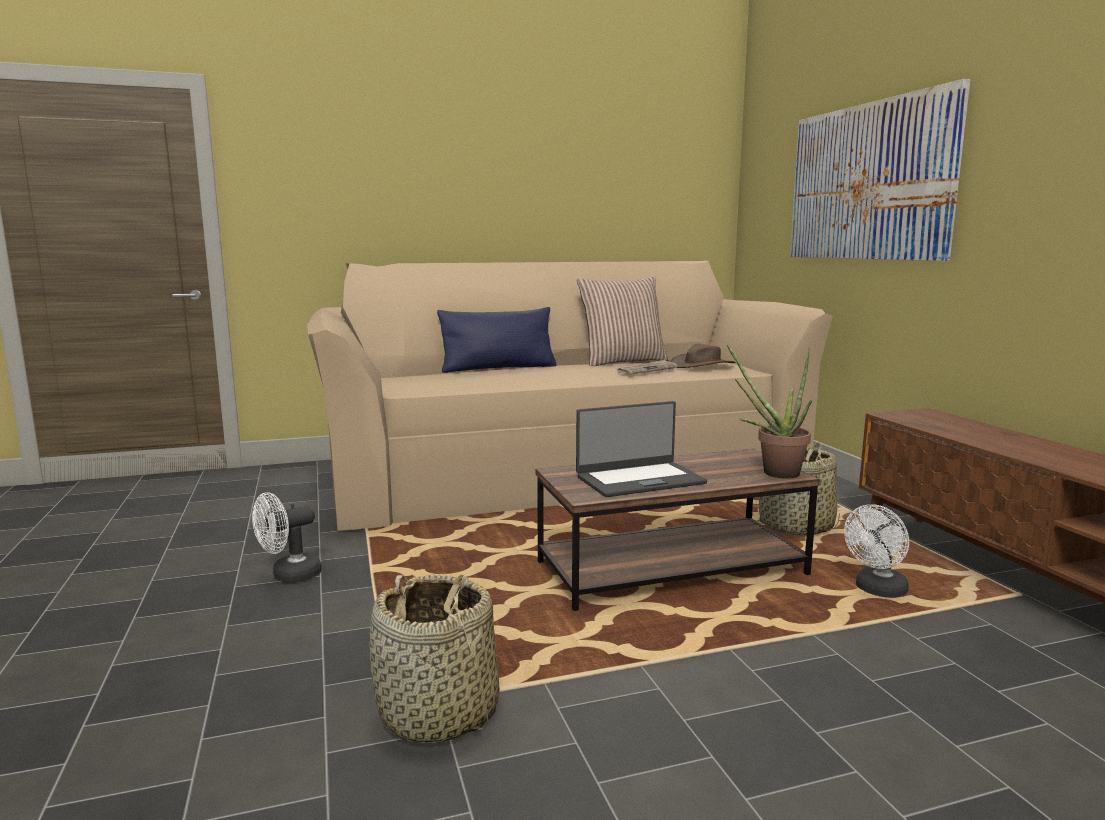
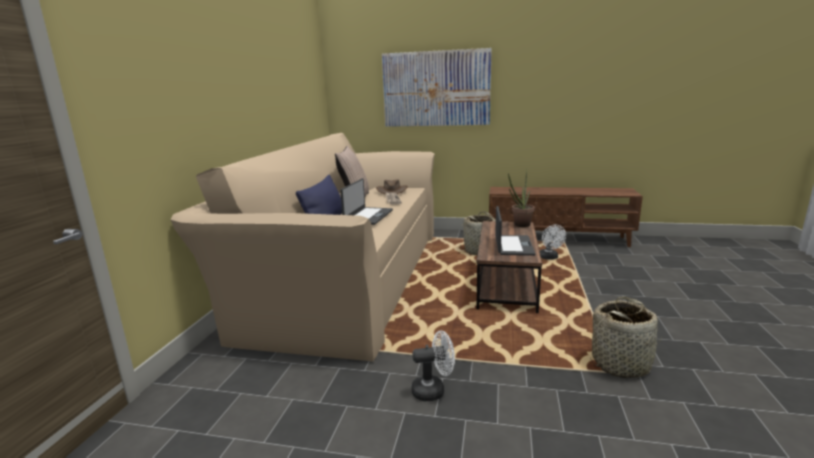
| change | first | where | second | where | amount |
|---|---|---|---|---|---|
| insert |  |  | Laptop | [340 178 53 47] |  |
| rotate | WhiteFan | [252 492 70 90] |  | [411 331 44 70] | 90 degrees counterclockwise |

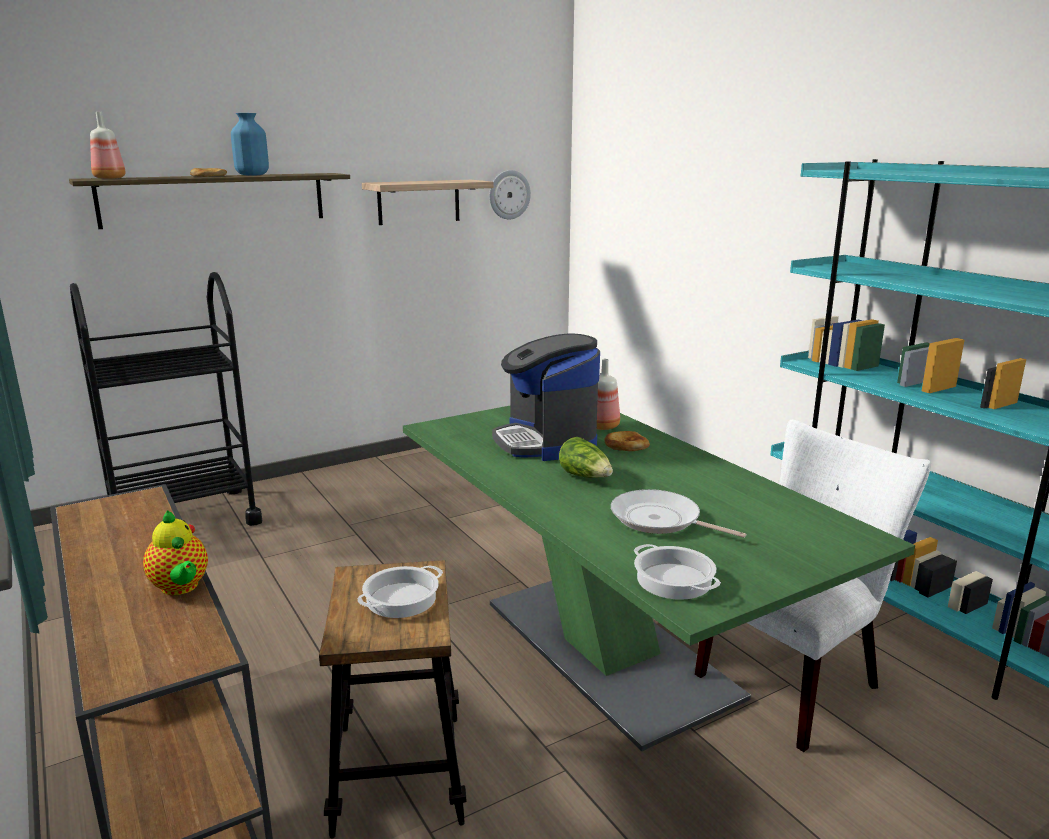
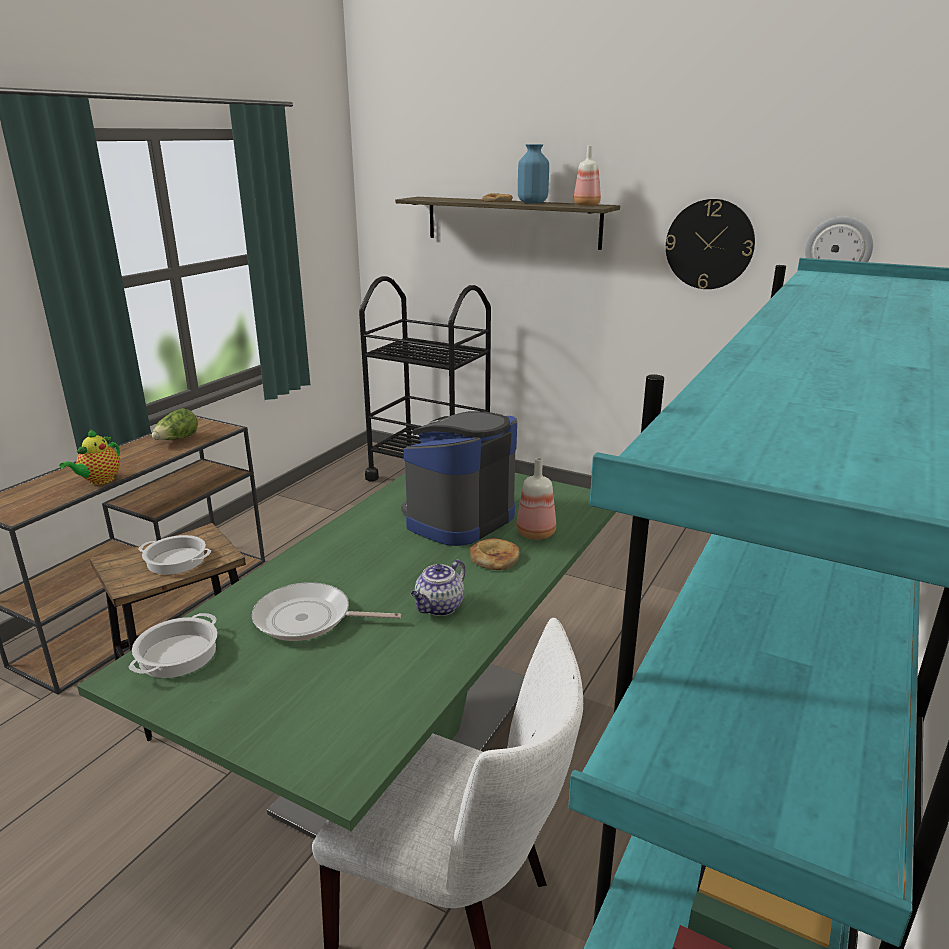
| change | first | where | second | where | amount |
|---|---|---|---|---|---|
| move | Lettuce | [559 437 54 41] |  | [152 408 46 32] |  |
| rotate | FryingPan | [611 489 135 49] |  | [252 582 149 59] | 90 degrees counterclockwise |
| insert |  |  | Teapot | [411 559 54 57] |  |
| move | Bottle | [90 112 36 67] |  | [574 146 27 60] |  |
| replace | Shelf | [362 180 131 45] | WallClock | [666 199 89 90] |  |

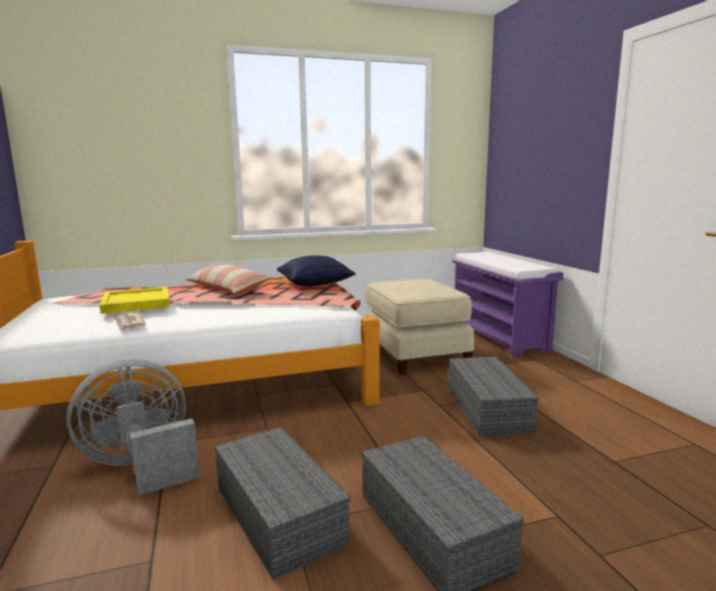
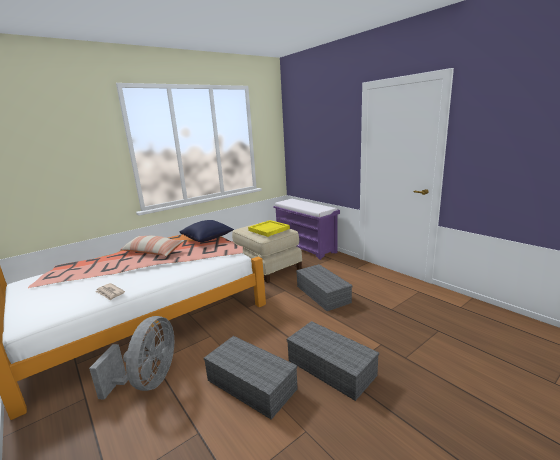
| change | first | where | second | where | amount |
|---|---|---|---|---|---|
| rotate | GreyFan | [66 359 134 137] |  | [89 316 85 84] | 150 degrees clockwise |
| move | YellowTray | [100 287 70 27] |  | [248 220 42 17] |  |

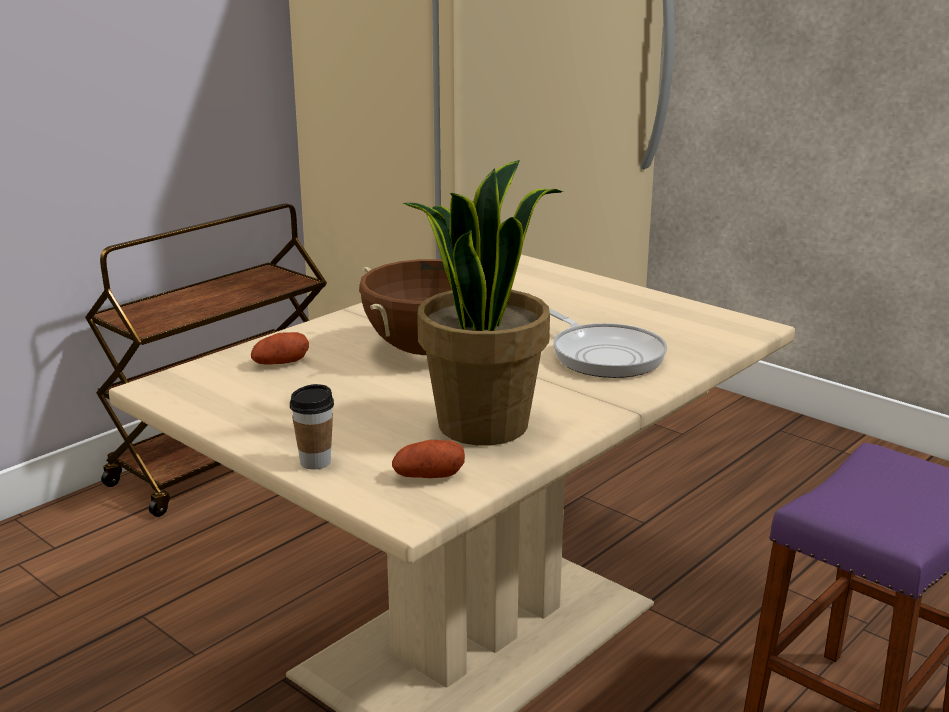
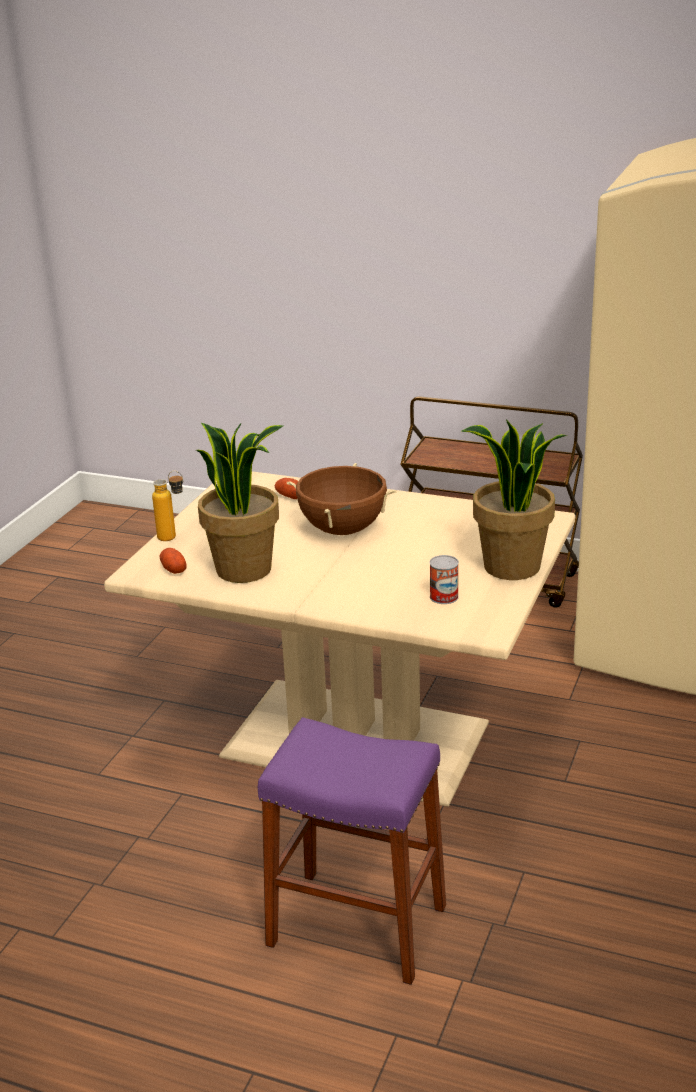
| change | first | where | second | where | amount |
|---|---|---|---|---|---|
| replace | Cup | [290 384 44 85] | Bottle | [152 471 31 70] |  |
| insert |  |  | Can | [429 555 30 49] |  |
| insert |  |  | PottedPlant | [462 419 105 161] |  |
| delete | FryingPan | [549 308 118 70] |  |  |  |

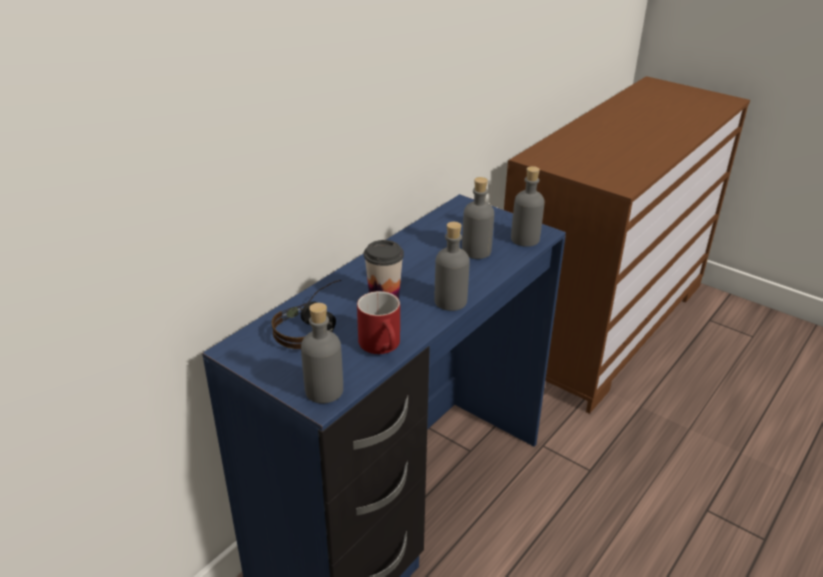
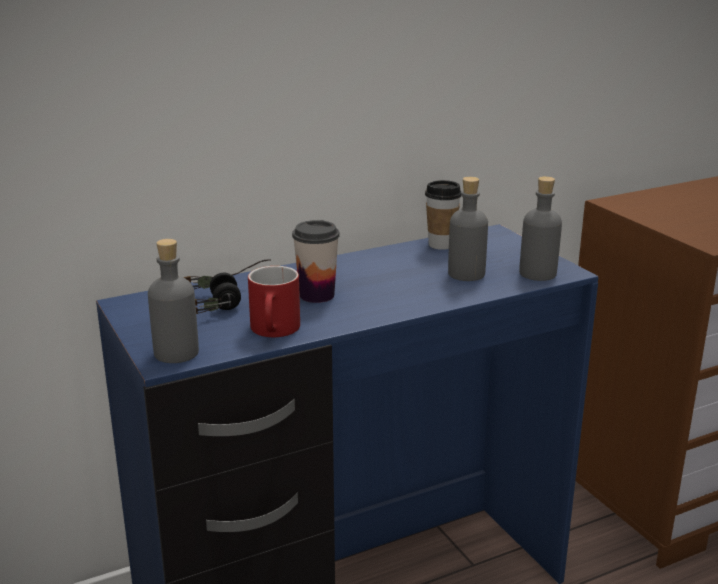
| change | first | where | second | where | amount |
|---|---|---|---|---|---|
| insert |  |  | Cup | [425 180 36 70] |  |
| delete | GreyBottle | [435 222 35 89] |  |  |  |

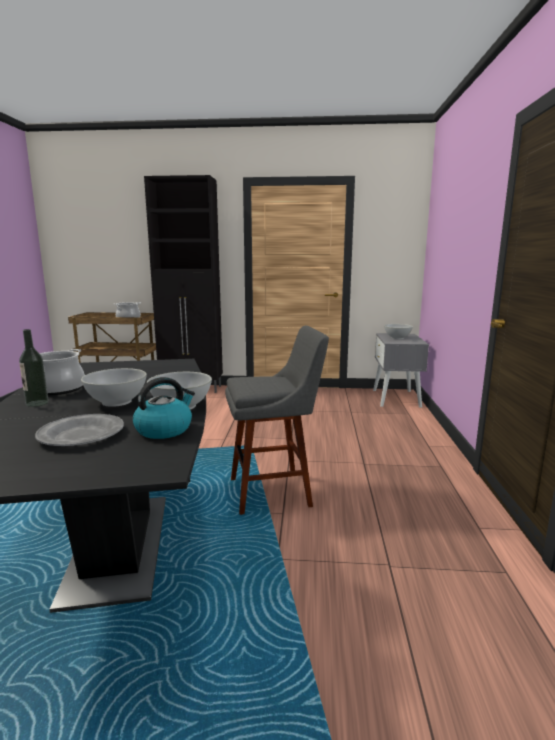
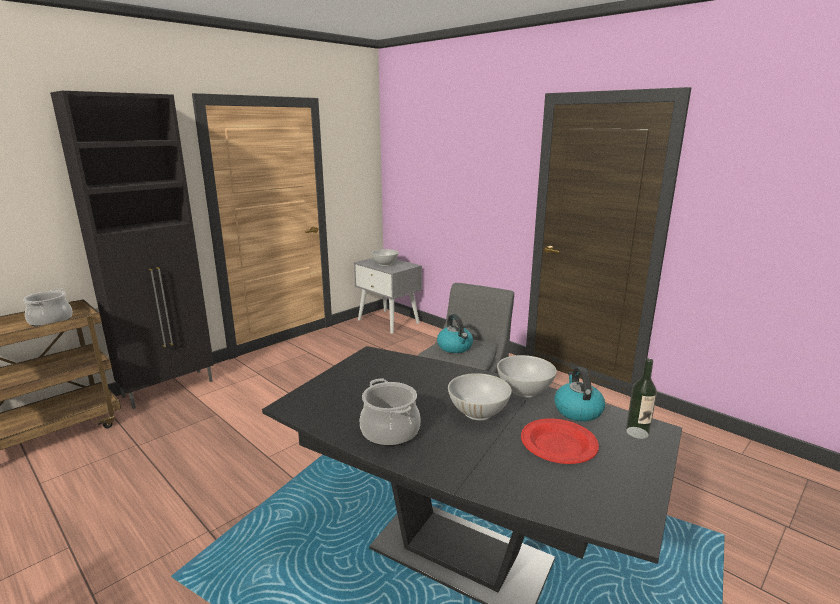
| change | first | where | second | where | amount |
|---|---|---|---|---|---|
| insert |  |  | Kettle | [437 314 36 39] |  |
| recolor | GreyPlate | [35 414 89 32] | RedPlate | [521 418 78 46] |  |
| move | Bottle | [19 329 30 78] |  | [626 358 31 81] |  |

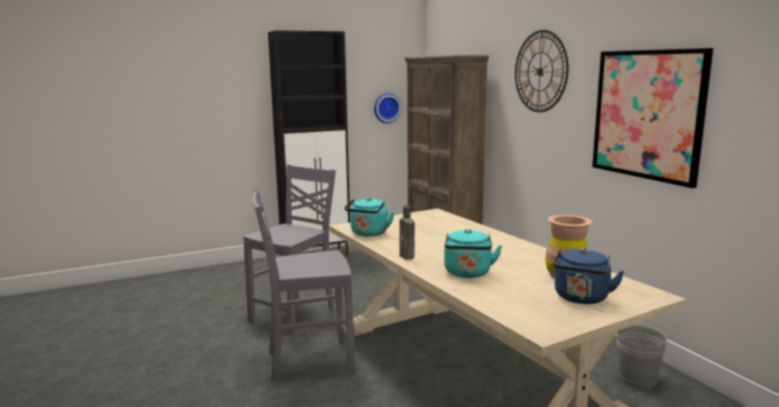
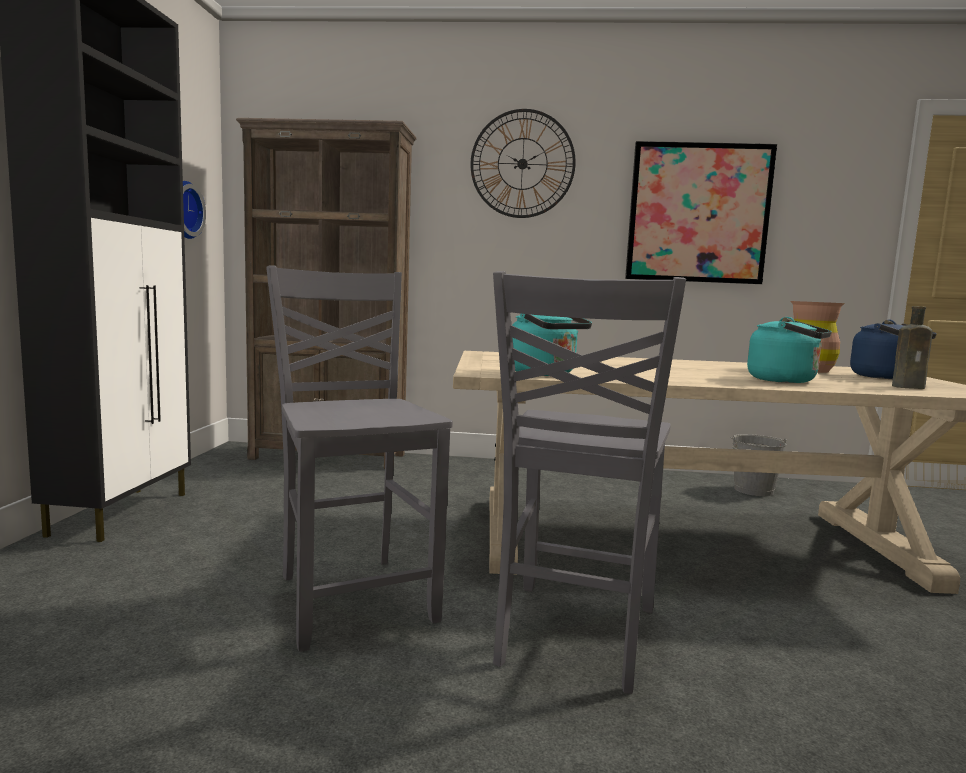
| change | first | where | second | where | amount |
|---|---|---|---|---|---|
| move | BrownBottle | [400 205 15 55] |  | [892 306 41 83] |  |

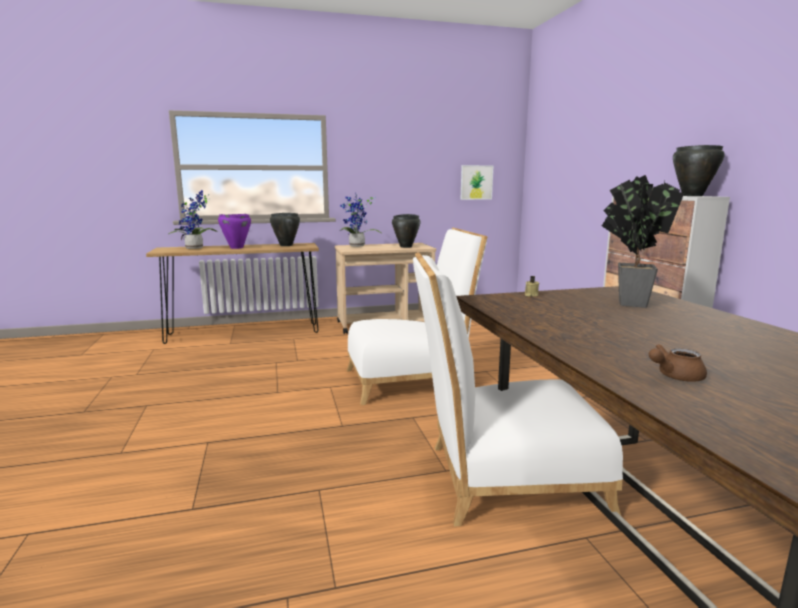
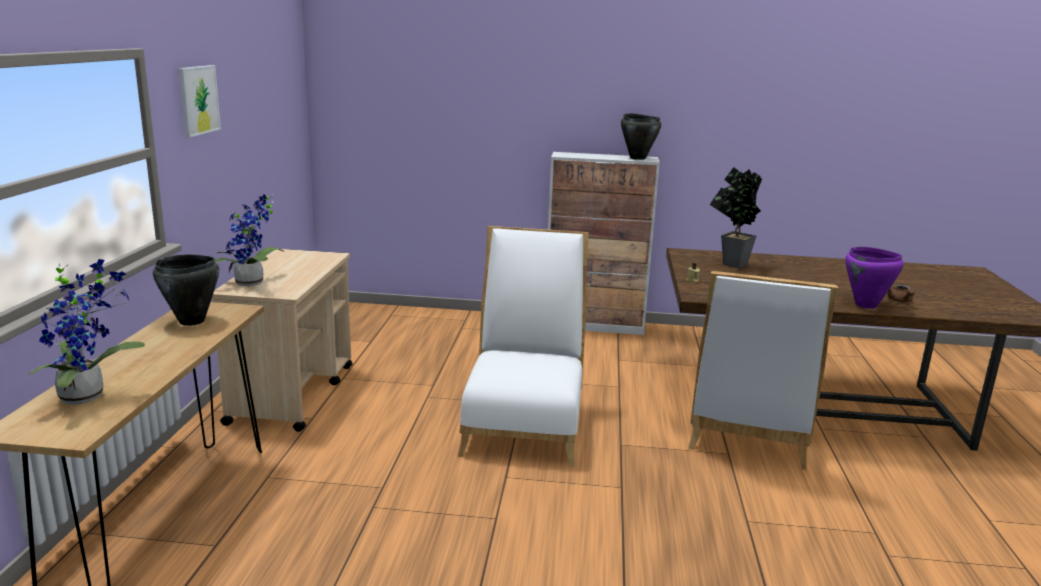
| change | first | where | second | where | amount |
|---|---|---|---|---|---|
| move | Picture | [461 165 33 35] |  | [179 65 42 73] |  |
| move | PurpleCookingPot | [218 214 33 35] |  | [845 247 59 62] |  |
| delete | BlackCookingPot | [392 214 29 34] |  |  |  |

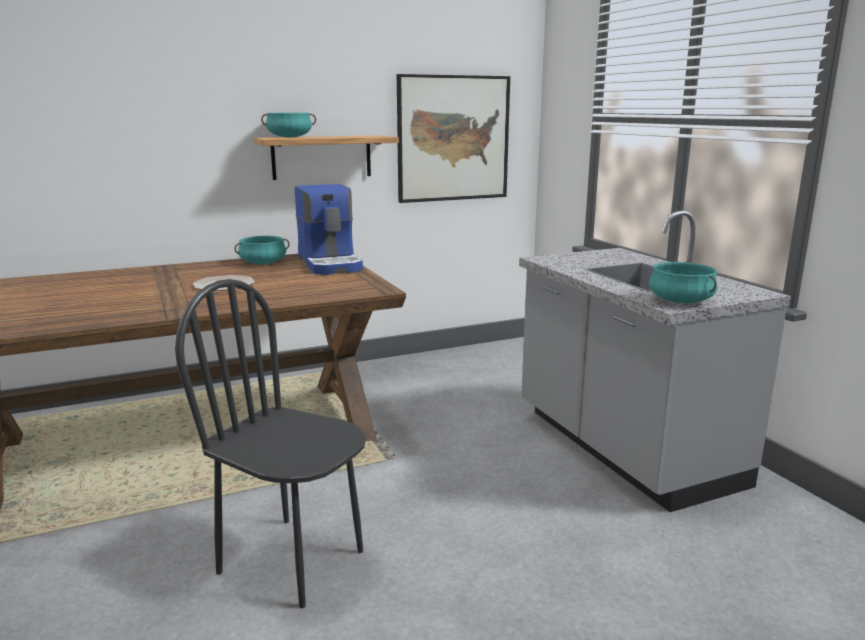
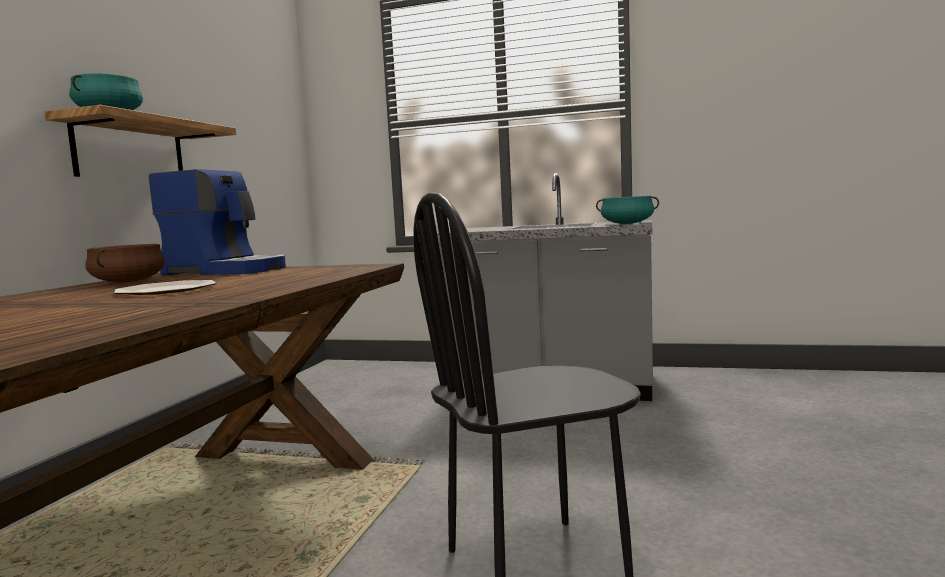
| change | first | where | second | where | amount |
|---|---|---|---|---|---|
| recolor | TurquoiseCookingPot | [235 236 55 28] | BrownCookingPot | [85 244 80 39] |  |
| delete | Picture | [397 74 113 129] |  |  |  |

